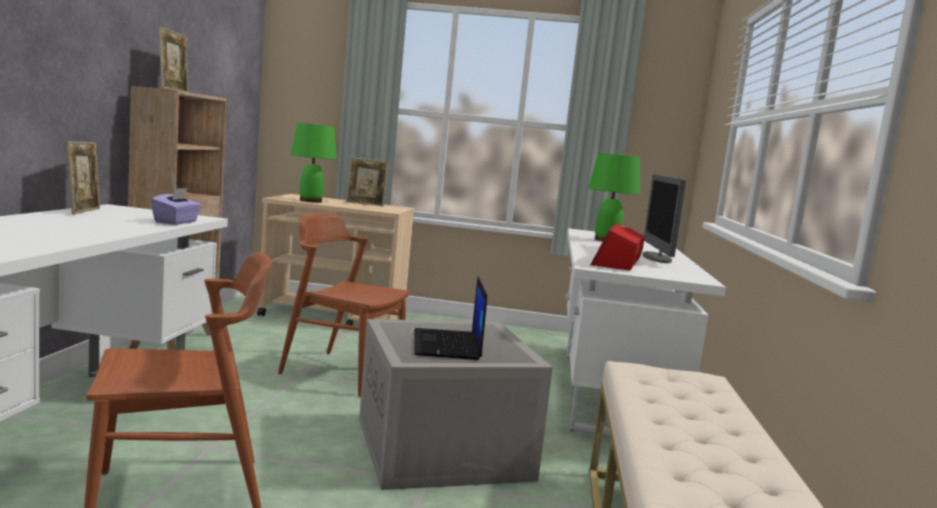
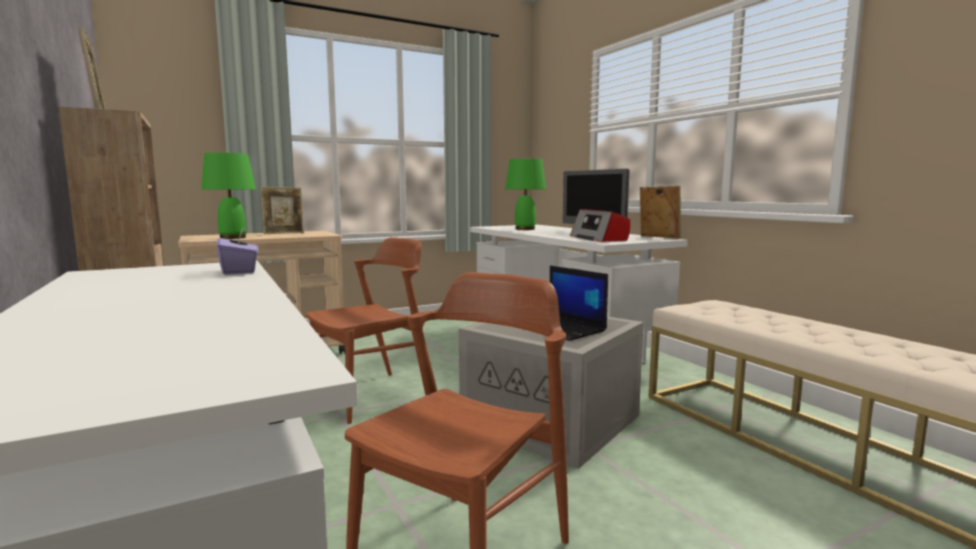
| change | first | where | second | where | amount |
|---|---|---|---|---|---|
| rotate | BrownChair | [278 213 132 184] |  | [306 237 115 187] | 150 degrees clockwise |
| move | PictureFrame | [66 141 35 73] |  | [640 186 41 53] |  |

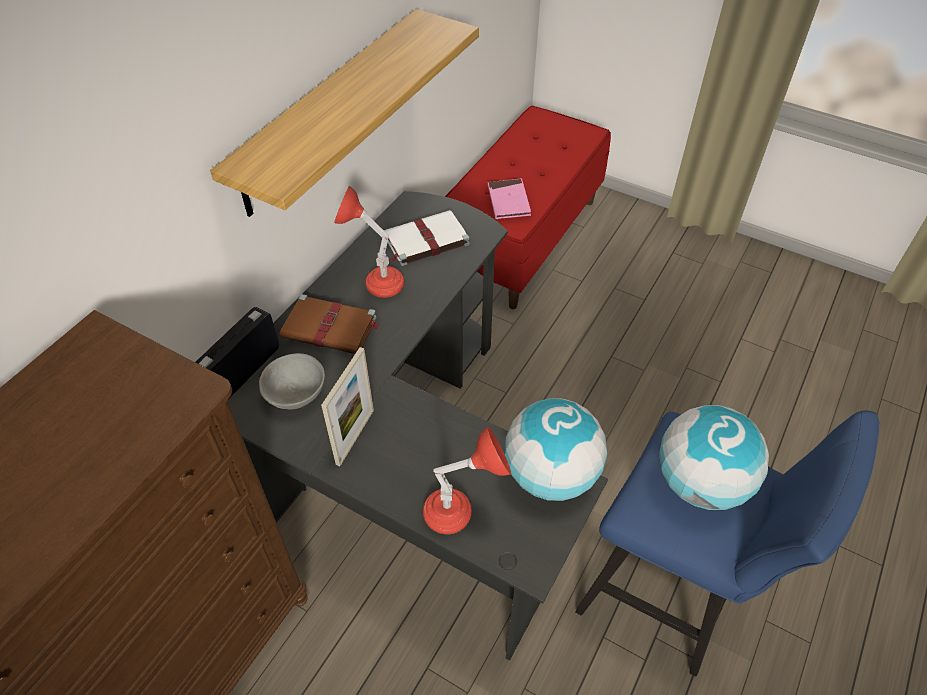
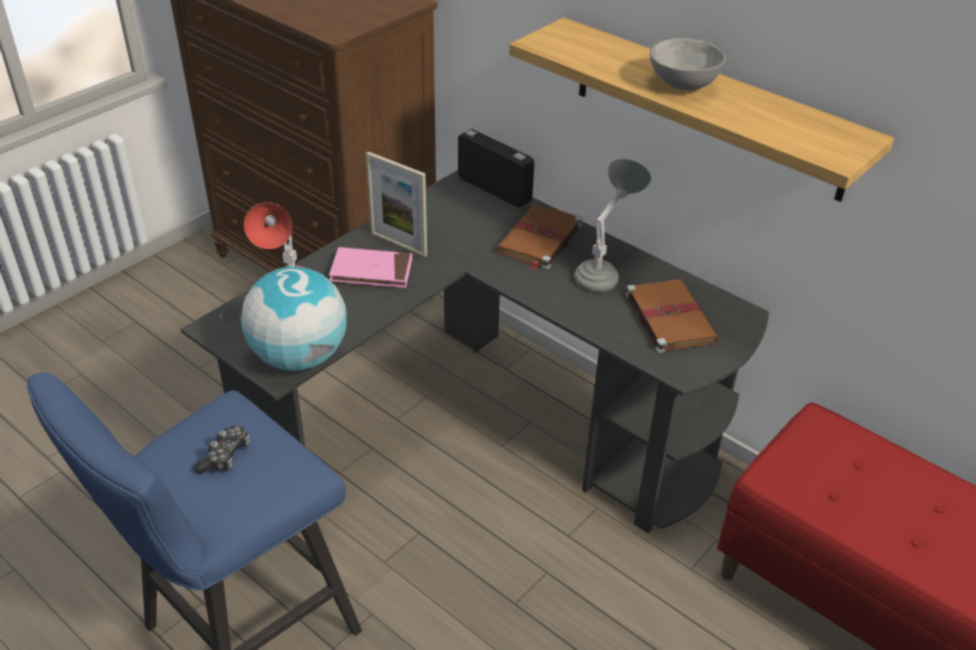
| change | first | where | second | where | amount |
|---|---|---|---|---|---|
| replace | Globe | [659 405 110 105] | GameController | [194 425 56 49] |  |
| move | PinkBook | [488 178 43 41] |  | [329 247 84 41] |  |
| recolor | RedTableLamp | [334 186 70 112] | GreyTableLamp | [574 159 77 134] |  |
| recolor | WhiteBook | [384 210 86 56] | BrownBook | [625 279 94 74] |  |
| move | GreyBowl | [259 353 66 57] |  | [650 38 76 52] |  |

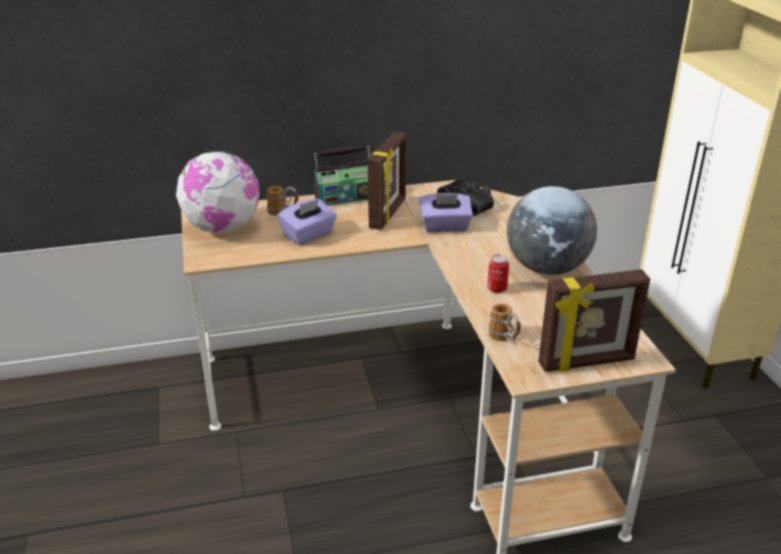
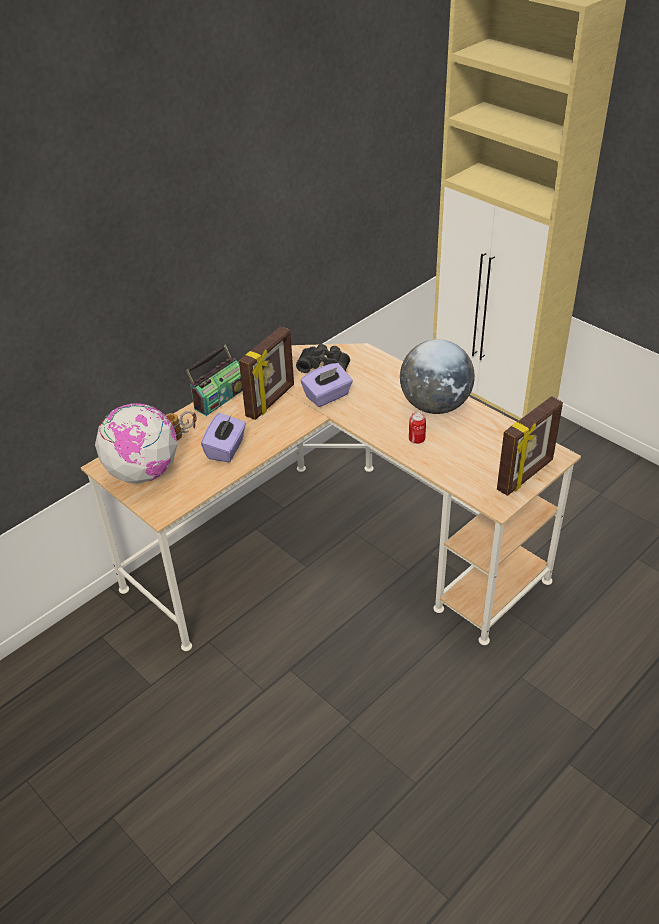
| change | first | where | second | where | amount |
|---|---|---|---|---|---|
| rotate | PictureFrame | [368 132 38 98] |  | [239 326 55 94] | 45 degrees clockwise |
| delete | Mug | [488 303 33 39] |  |  |  |

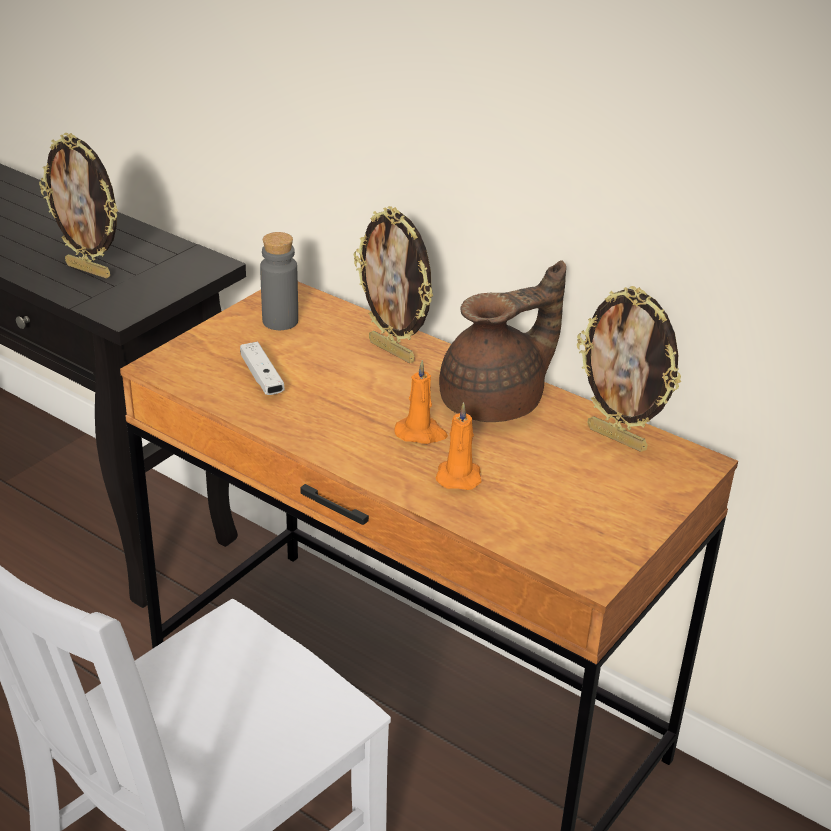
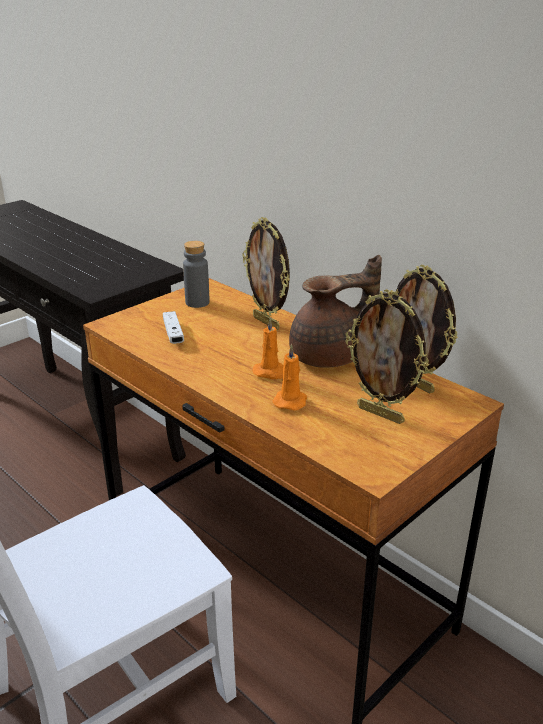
| change | first | where | second | where | amount |
|---|---|---|---|---|---|
| move | PictureFrame | [39 133 79 146] |  | [345 289 84 135] |  |

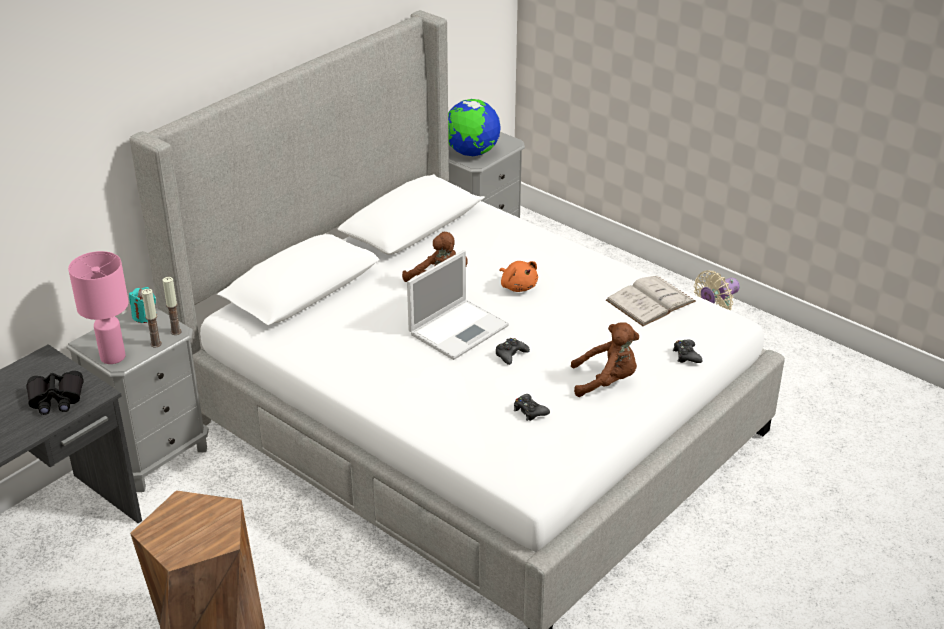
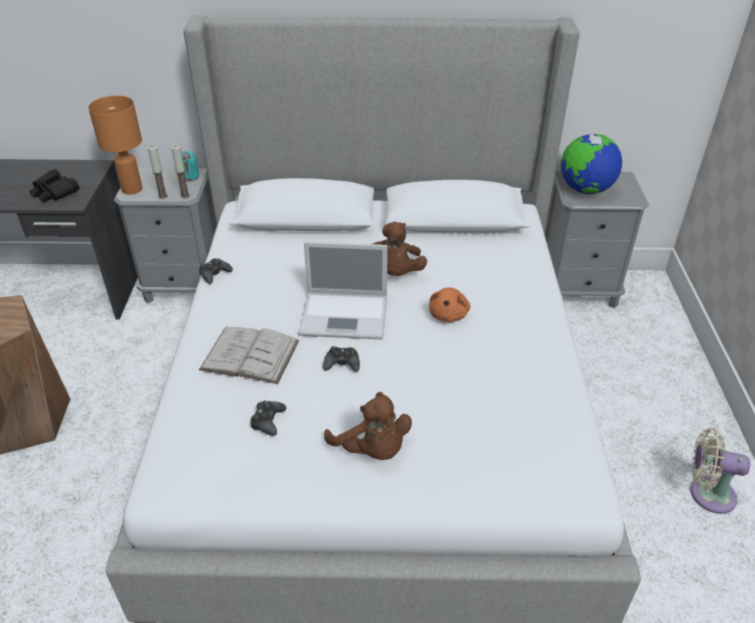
| change | first | where | second | where | amount |
|---|---|---|---|---|---|
| recolor | PinkTableLamp | [68 251 61 113] | OrangeTableLamp | [88 96 54 98] |  |
| move | BlackGameController | [673 340 30 23] |  | [199 258 34 26] |  |
| move | WhiteBook | [606 276 90 50] |  | [199 327 100 57] |  |

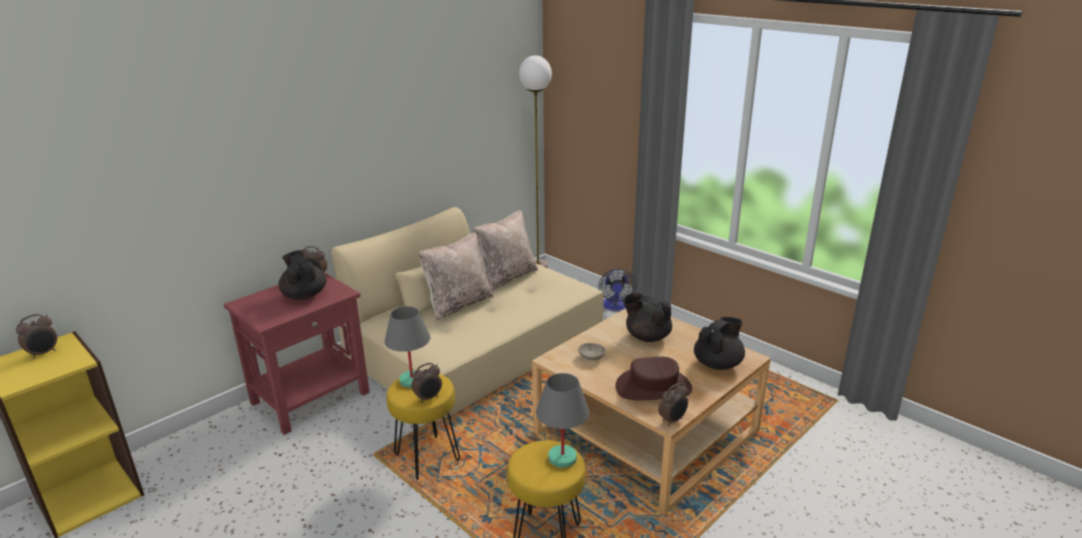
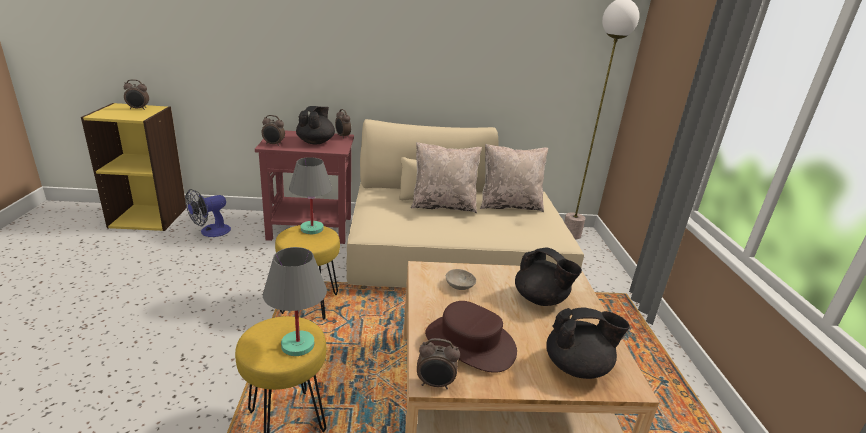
| change | first | where | second | where | amount |
|---|---|---|---|---|---|
| move | Fan | [599 269 37 42] |  | [185 189 46 48] |  |
| move | AlarmClock | [411 363 31 40] |  | [261 115 24 31] |  |
| rotate | BlackTeapot | [623 293 49 49] |  | [515 248 67 58] | 150 degrees clockwise |

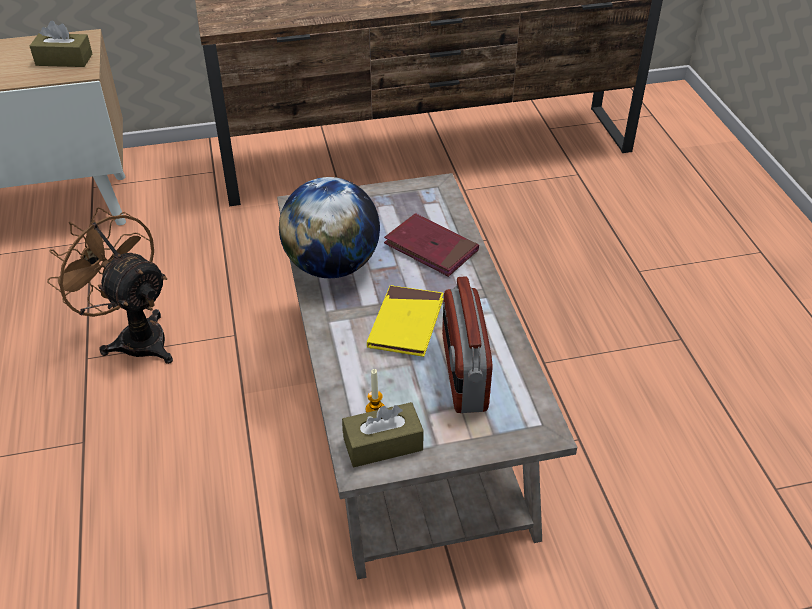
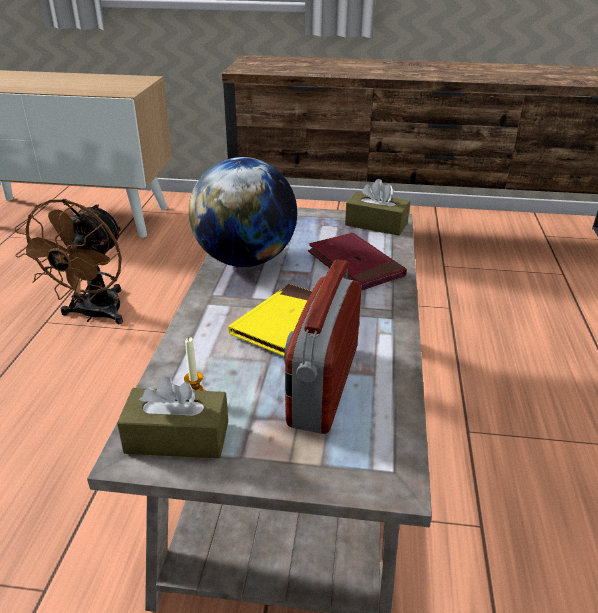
| change | first | where | second | where | amount |
|---|---|---|---|---|---|
| rotate | BrownFan | [47 207 126 157] |  | [14 199 109 125] | 135 degrees counterclockwise |
| move | BrownTissueBox | [30 21 62 46] |  | [345 179 65 57] |  |

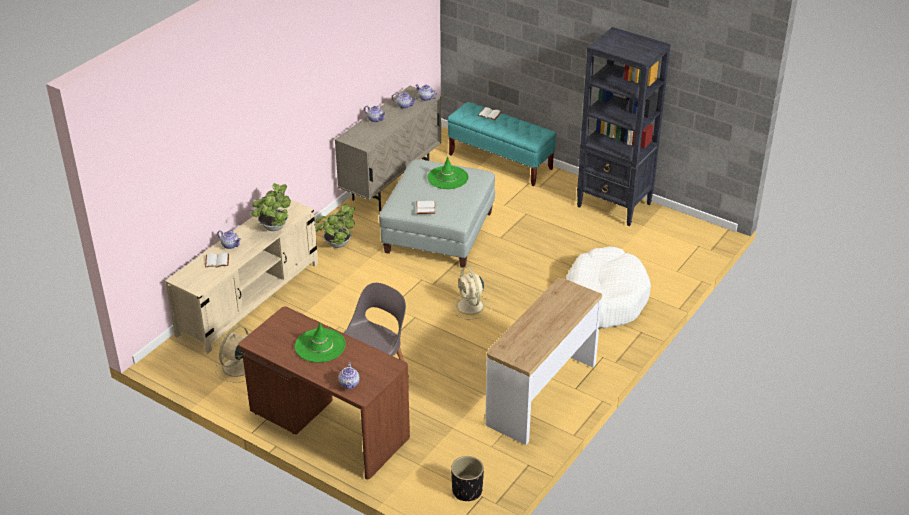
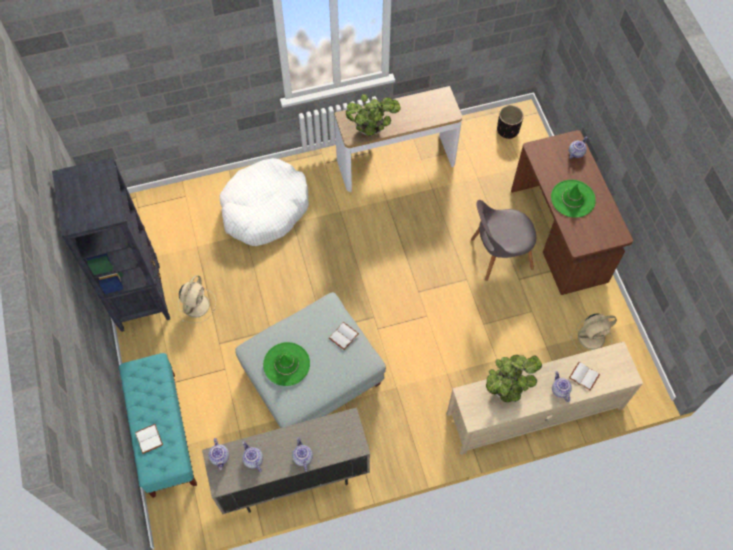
| change | first | where | second | where | amount |
|---|---|---|---|---|---|
| move | BeigeFan | [451 266 41 54] |  | [178 275 38 48] |  |
| move | PottedPlant | [315 204 40 44] |  | [346 94 54 42] |  |

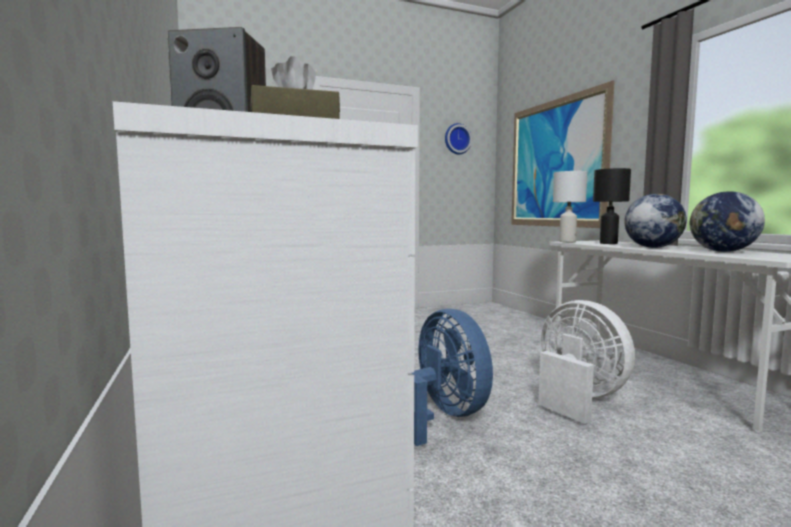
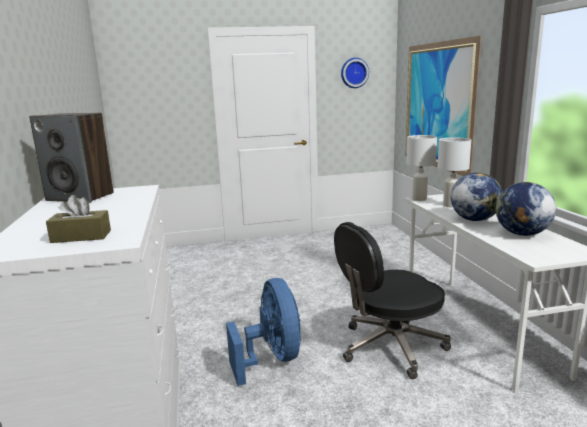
| change | first | where | second | where | amount |
|---|---|---|---|---|---|
| replace | WhiteFan | [538 300 97 124] | BlackOfficeChair | [334 222 117 157] |  |
| recolor | BlackTableLamp | [593 168 38 76] | WhiteTableLamp | [438 138 33 69] |  |

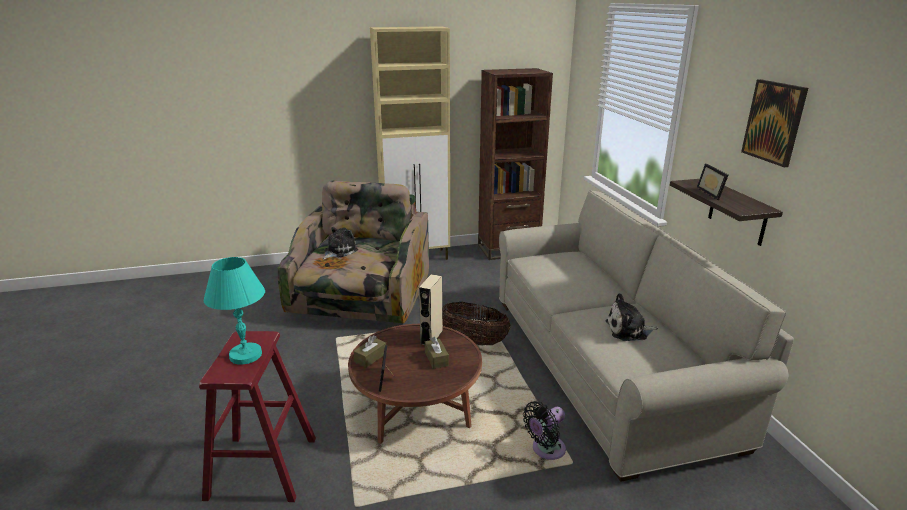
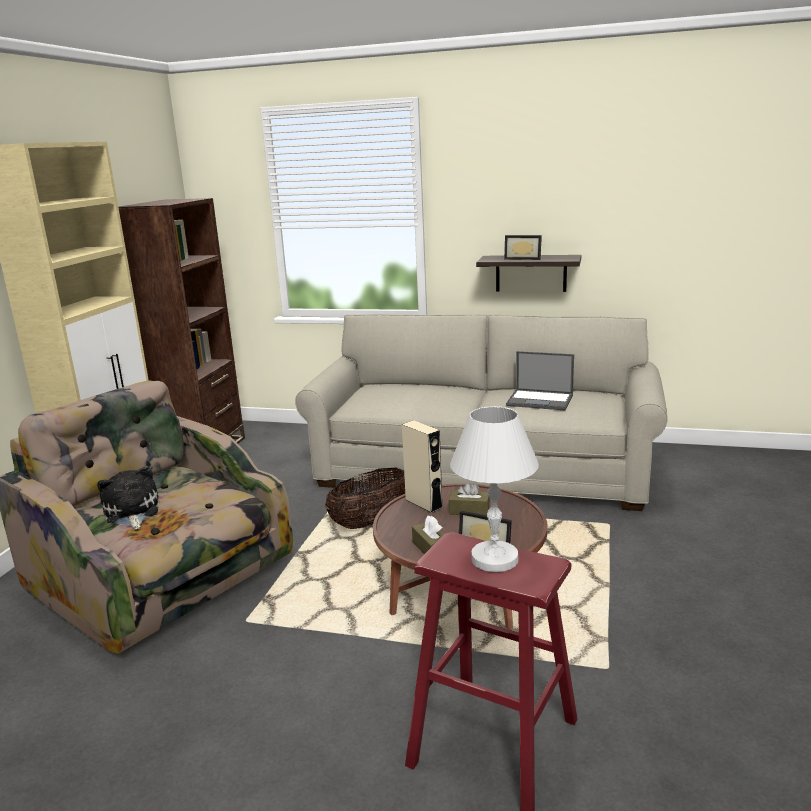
| change | first | where | second | where | amount |
|---|---|---|---|---|---|
| recolor | TurquoiseTableLamp | [204 257 61 108] | WhiteTableLamp | [450 406 89 166] |  |
| replace | PlushToy | [605 293 53 48] | Laptop | [506 351 68 60] |  |
| delete | BlackFan | [523 401 43 59] |  |  |  |
| delete | Picture | [741 79 67 88] |  |  |  |

